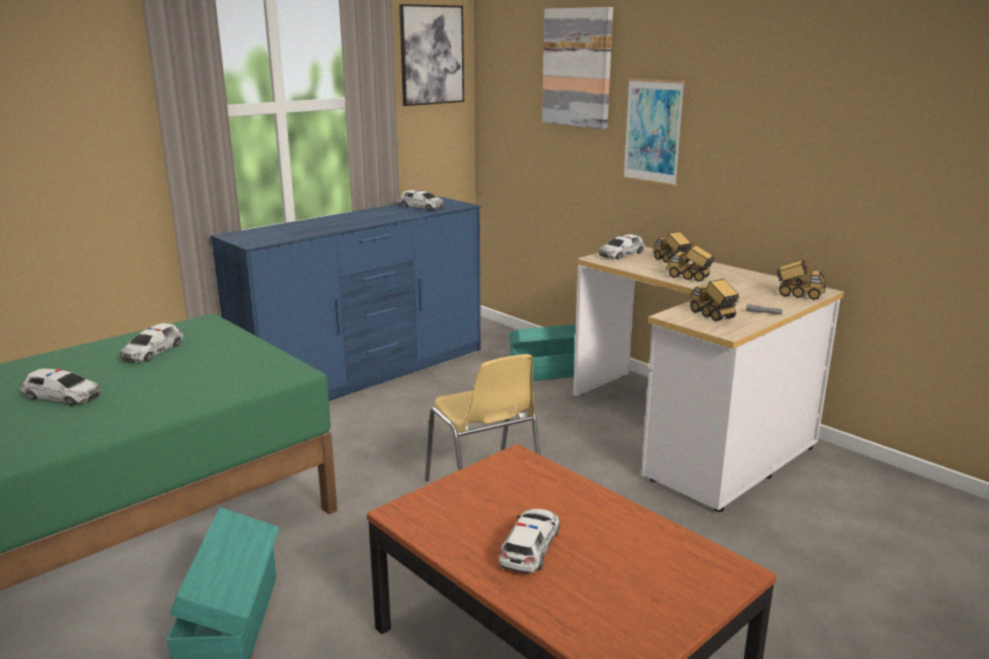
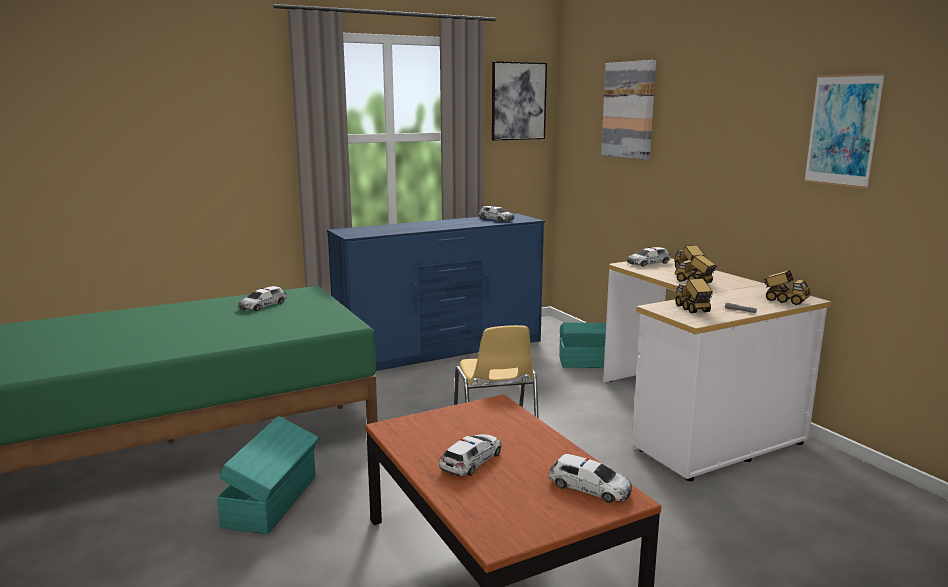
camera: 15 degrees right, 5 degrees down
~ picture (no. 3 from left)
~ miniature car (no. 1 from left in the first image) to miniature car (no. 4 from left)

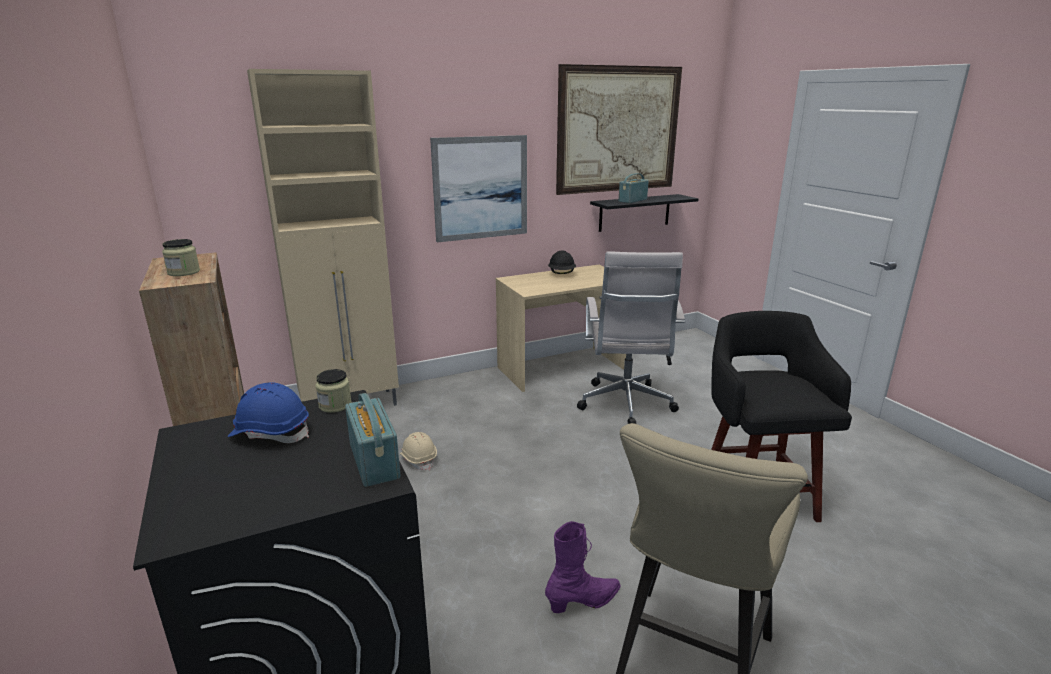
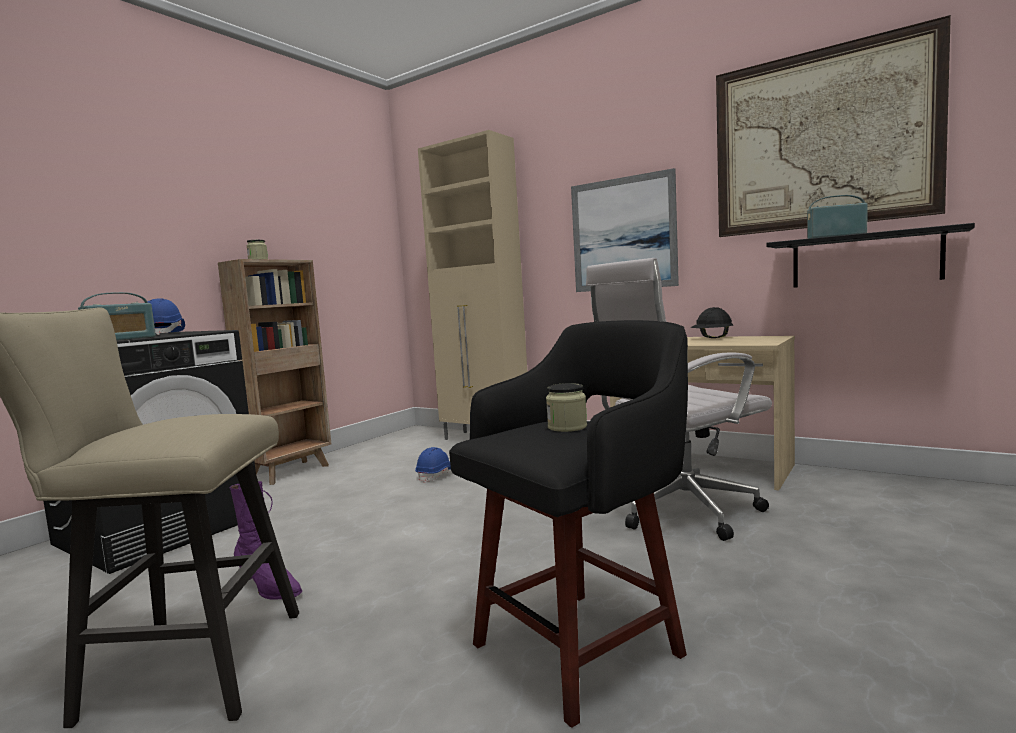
camera: 60 degrees right, 15 degrees down
~ preserve jar (no. 2 from left)
~ beige hard hat to blue-coloured hard hat (no. 2 from left)

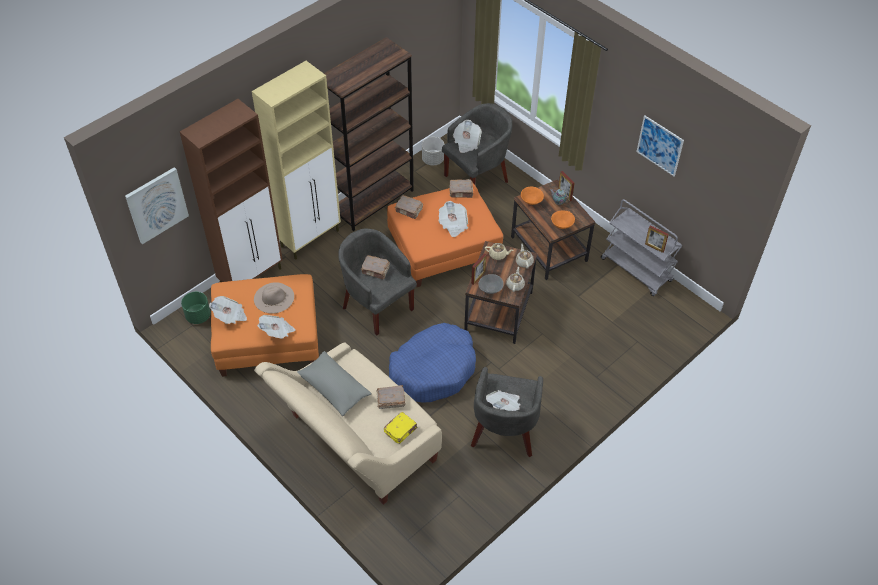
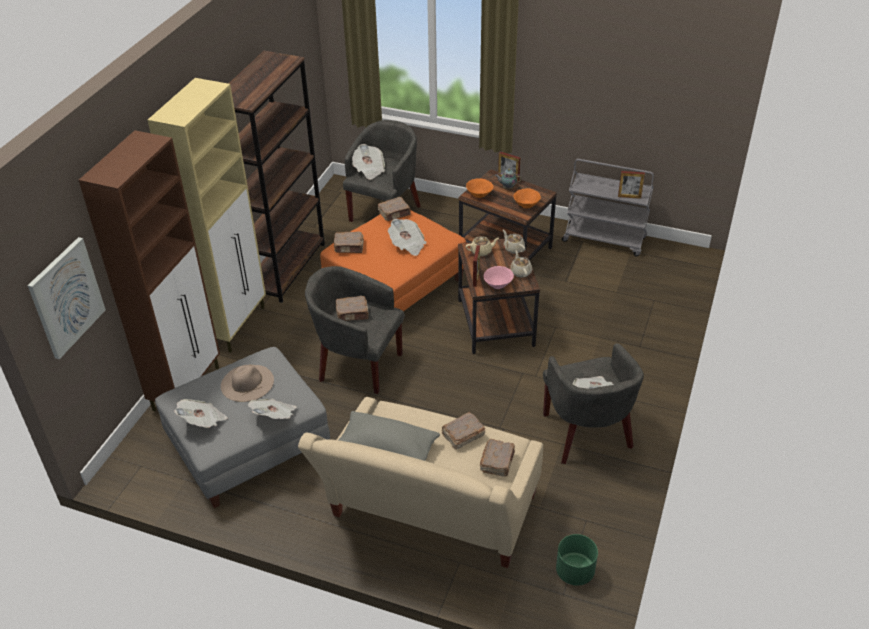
camera: 25 degrees left, 10 degrees down
- picture (no. 2 from left)
- grey flower pot
~ orange footrest (no. 1 from left) to grey footrest
~ grey deep dish to pinkish deep dish
~ greenish flower pot
- blue-coloured pet bed
~ yellow volume to brownish volume (no. 5 from left)

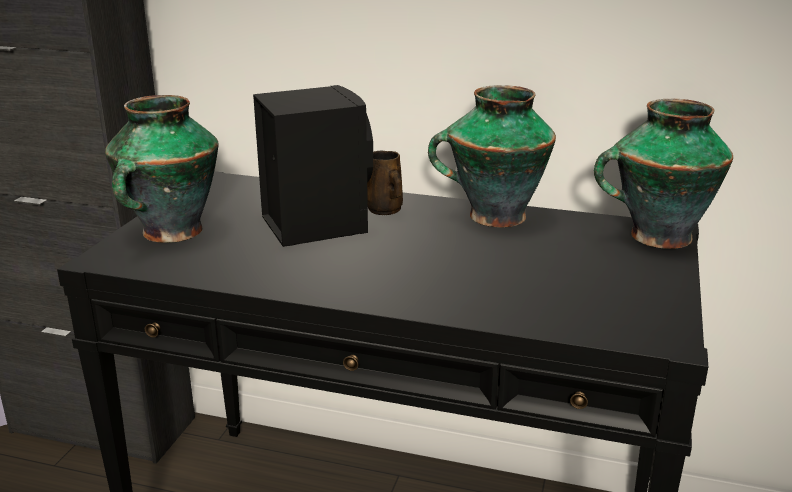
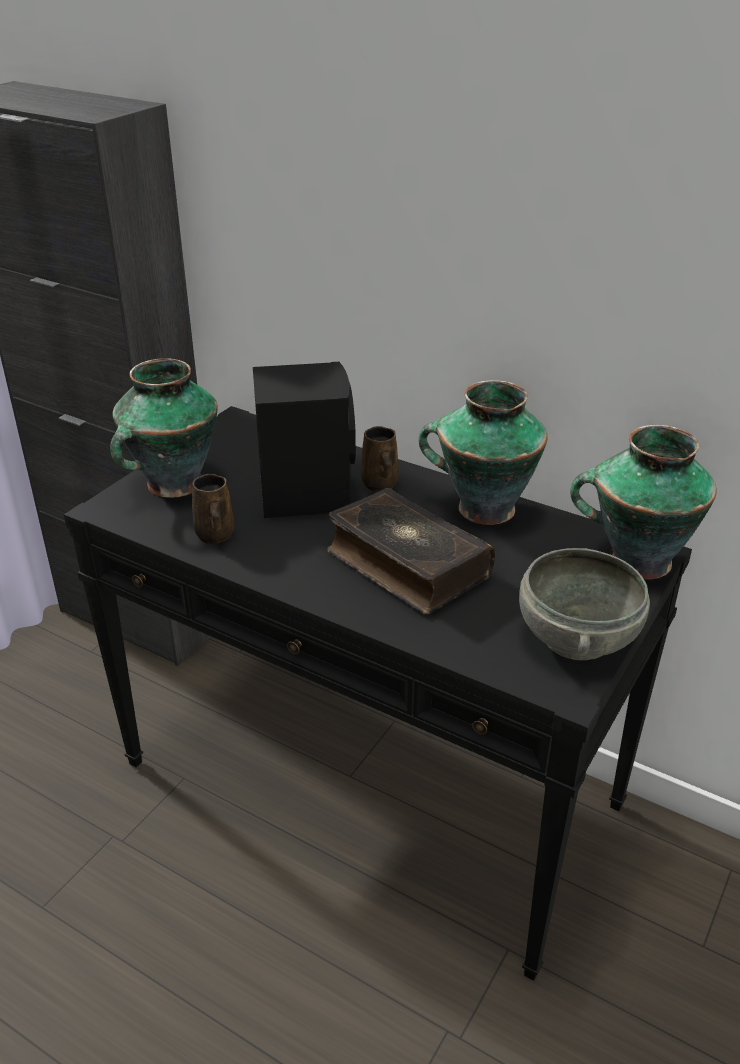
camera: 15 degrees right, 10 degrees up
+ brownish tea mug (no. 1 from left)
+ volume
+ grey deep dish

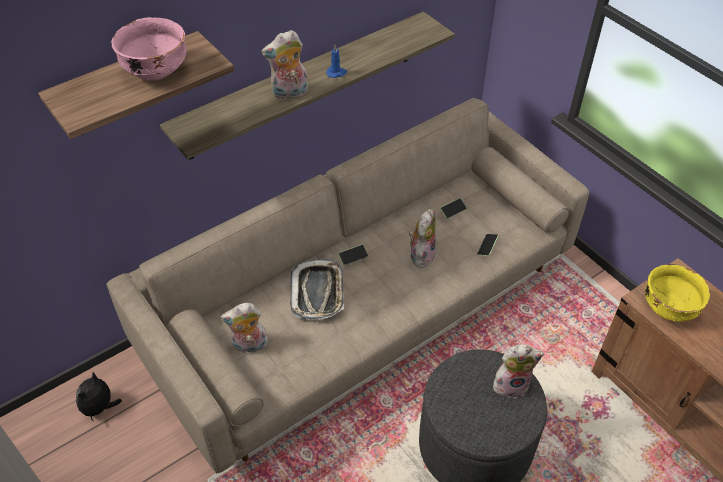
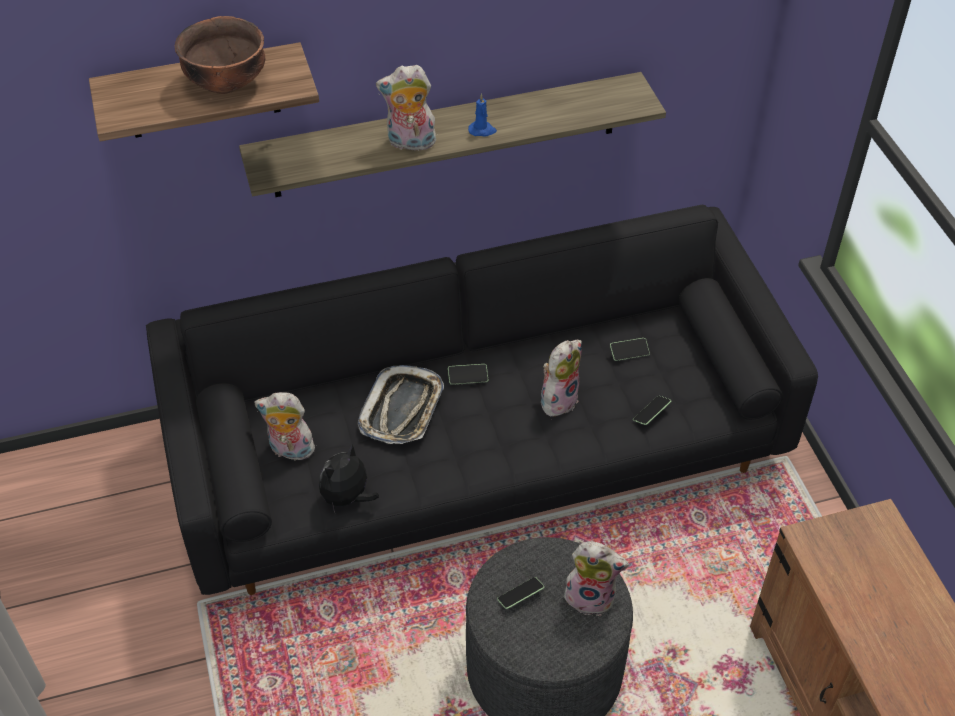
camera: 20 degrees right, 0 degrees up
~ pinkish deep dish to brownish deep dish
~ beige sofa to blackish sofa
- yellow deep dish
~ soft toy (no. 1 from left in the first image) to soft toy (no. 2 from left)
+ handset (no. 2 from left)

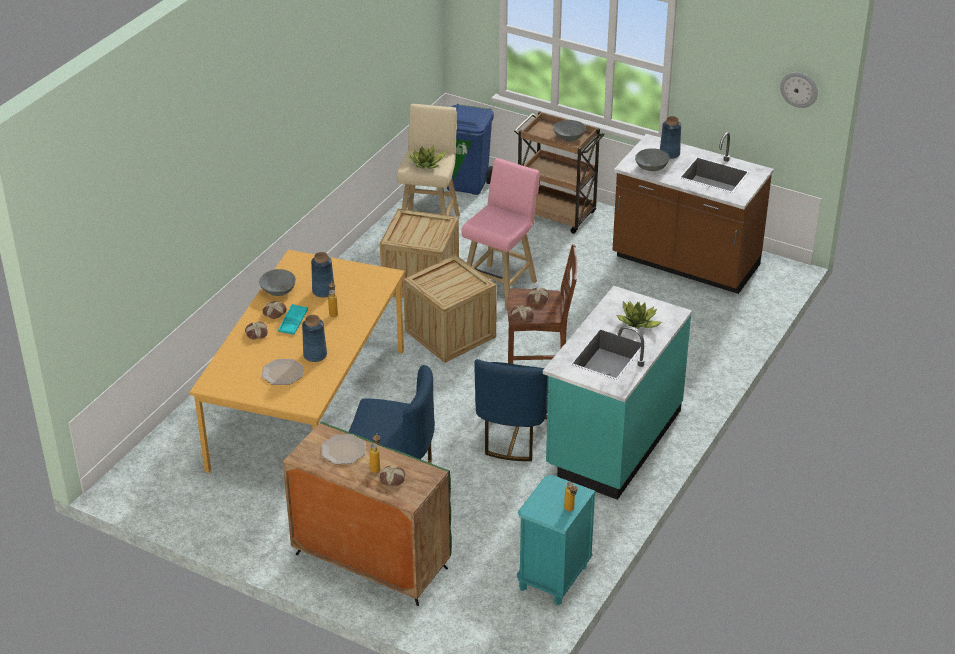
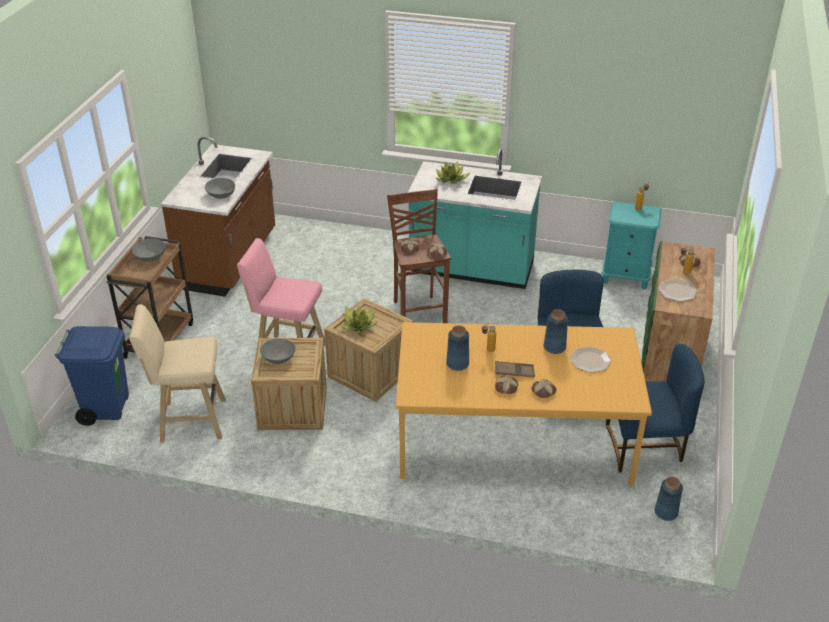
camera: 105 degrees left, 0 degrees up
- hanging clock
~ blue-coloured decorative vase (no. 3 from left)
~ houseplant (no. 1 from left)
~ grey deep dish (no. 1 from left in the first image) to grey deep dish (no. 3 from left)
~ turquoise tray to brownish tray
~ blue-coloured chair (no. 2 from left)

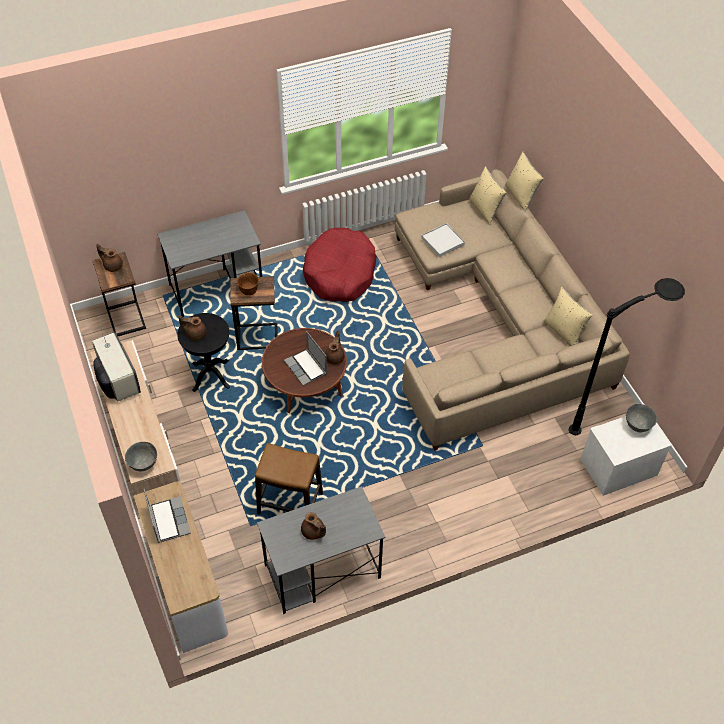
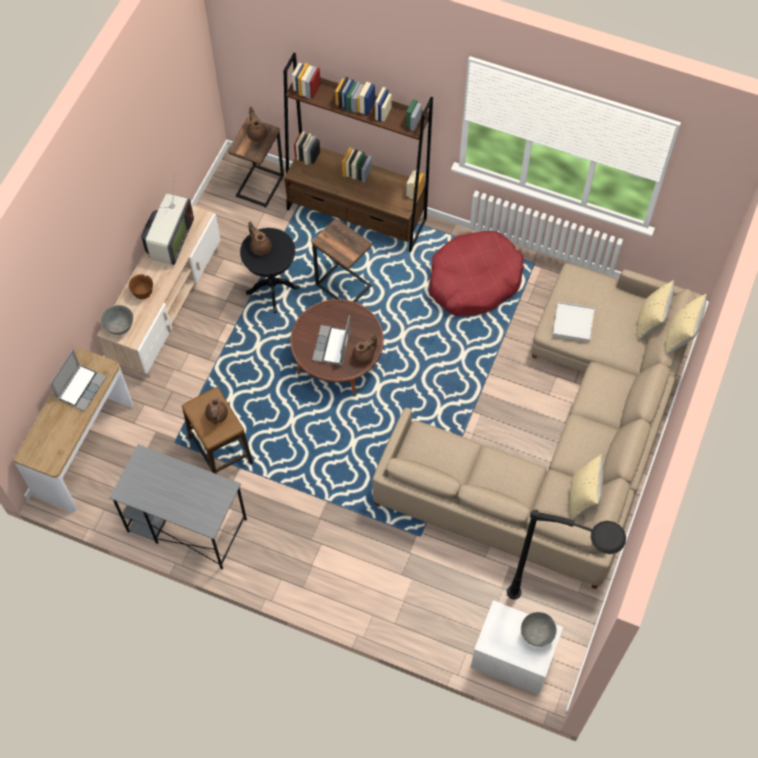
camera: 45 degrees right, 10 degrees up
~ grey desk unit (no. 1 from left) to brownish shelving unit
~ brownish deep dish
~ brownish teapot (no. 3 from left in the first image) to brownish teapot (no. 1 from left)

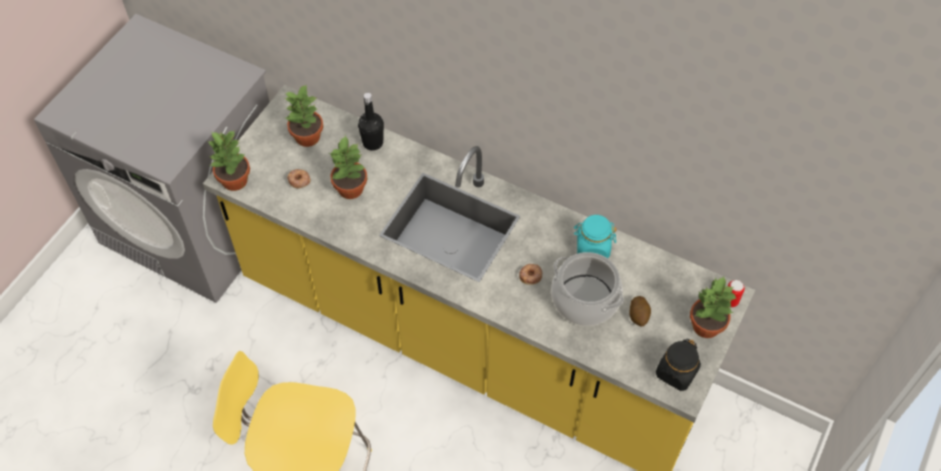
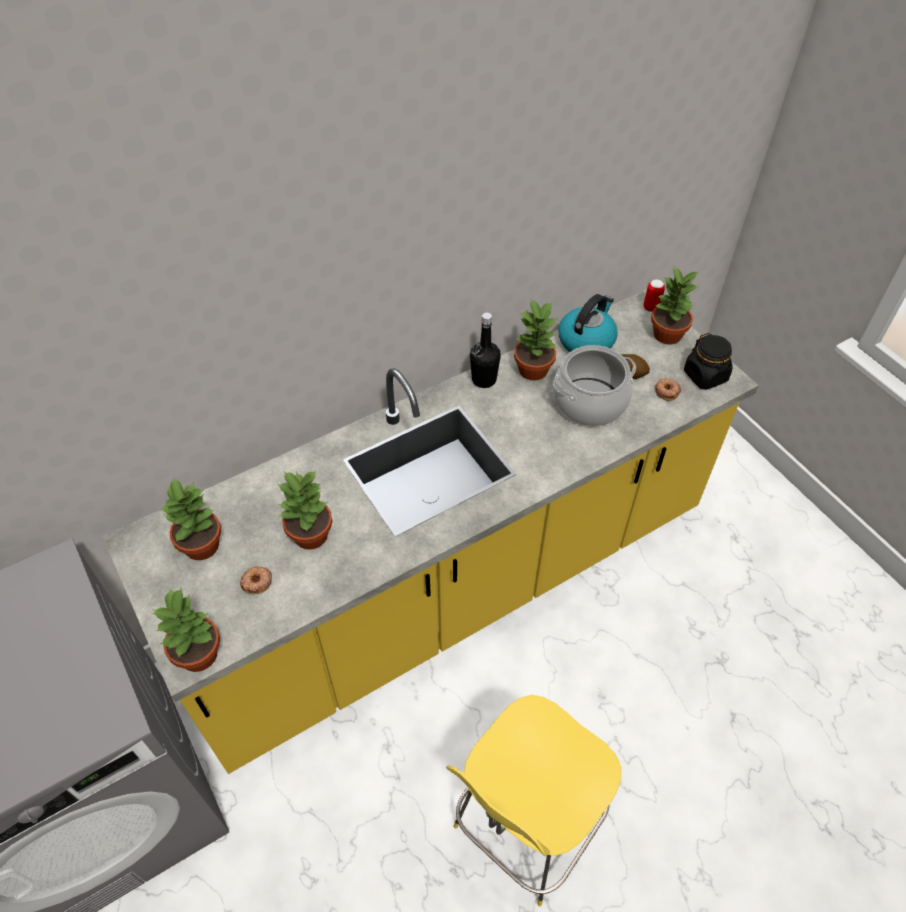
camera: 60 degrees left, 5 degrees down
~ blackish beverage bottle
~ turquoise preserve jar to houseplant (no. 4 from left)
~ doughnut (no. 2 from left)
+ tea kettle

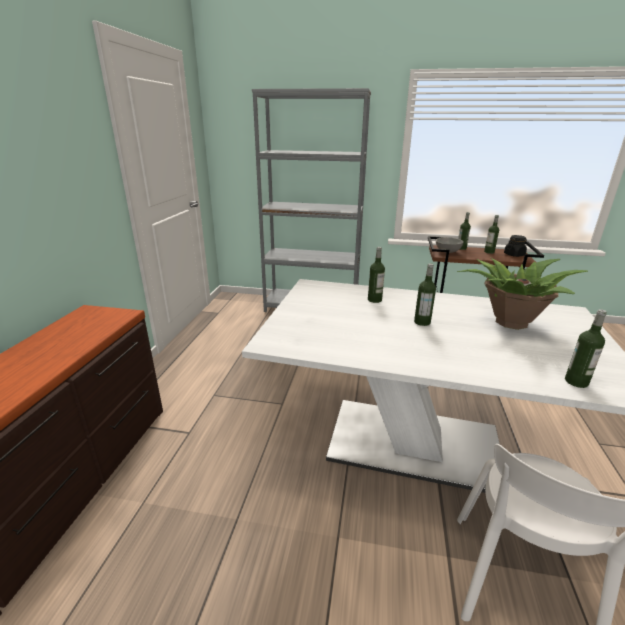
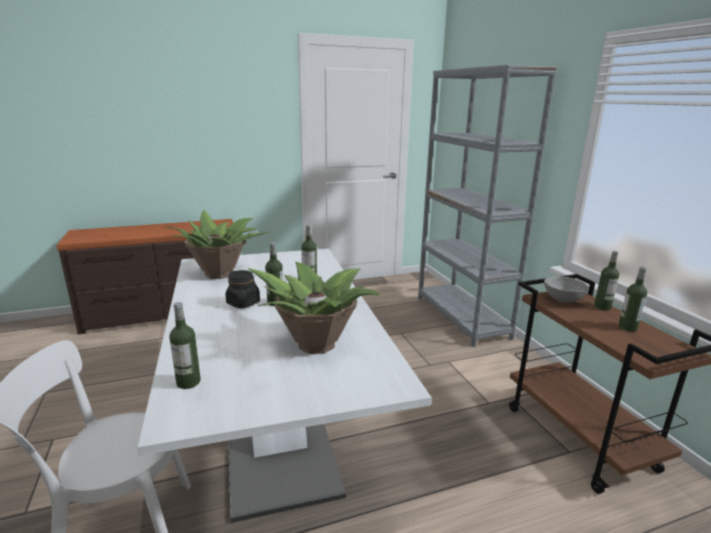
camera: 60 degrees right, 5 degrees down
~ blackish preserve jar
+ houseplant (no. 1 from left)

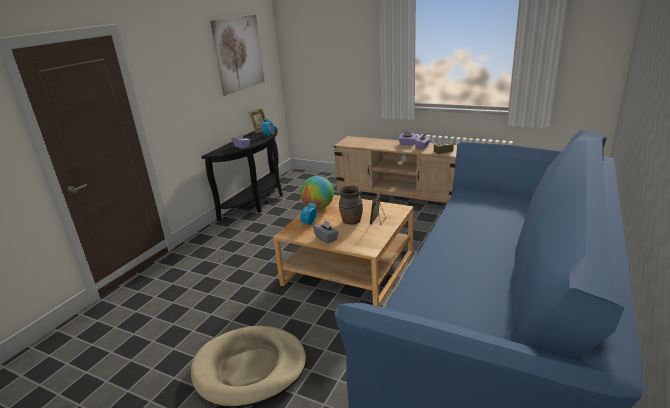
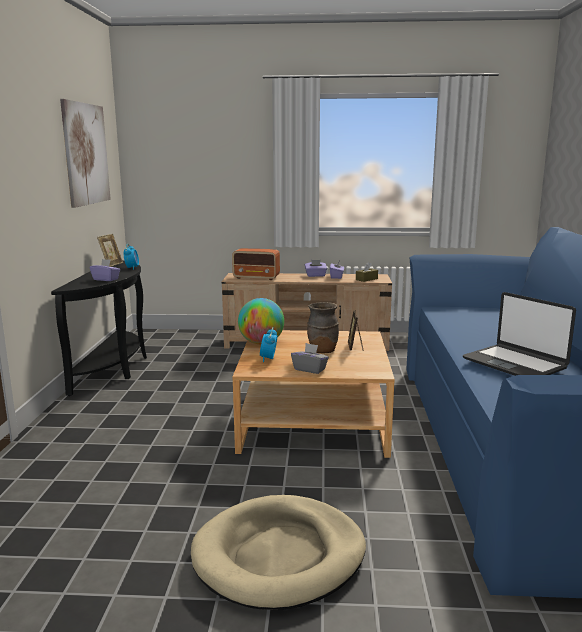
camera: 25 degrees left, 10 degrees down
+ radio receiver
+ laptop

